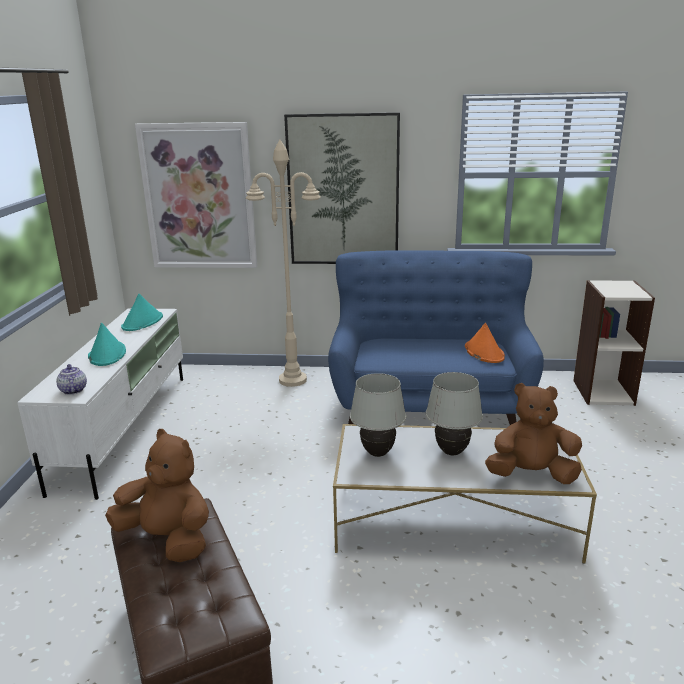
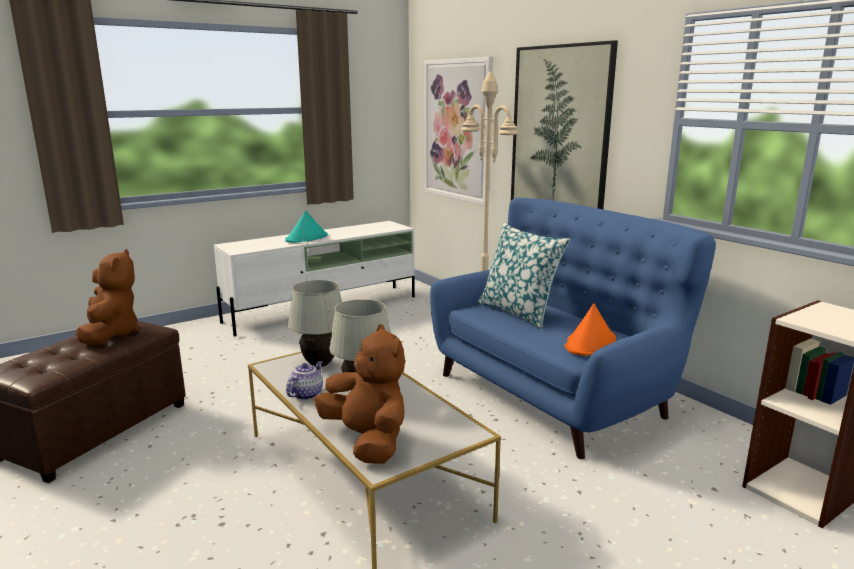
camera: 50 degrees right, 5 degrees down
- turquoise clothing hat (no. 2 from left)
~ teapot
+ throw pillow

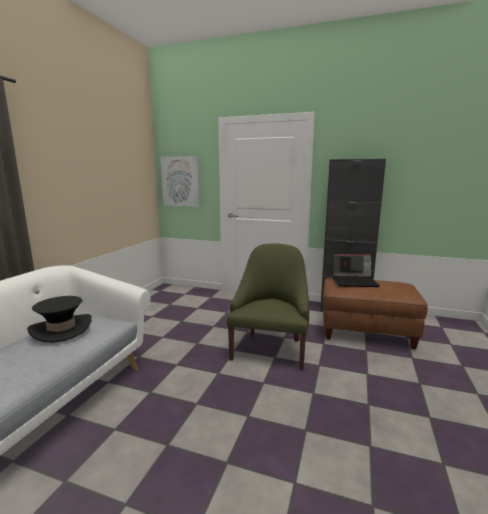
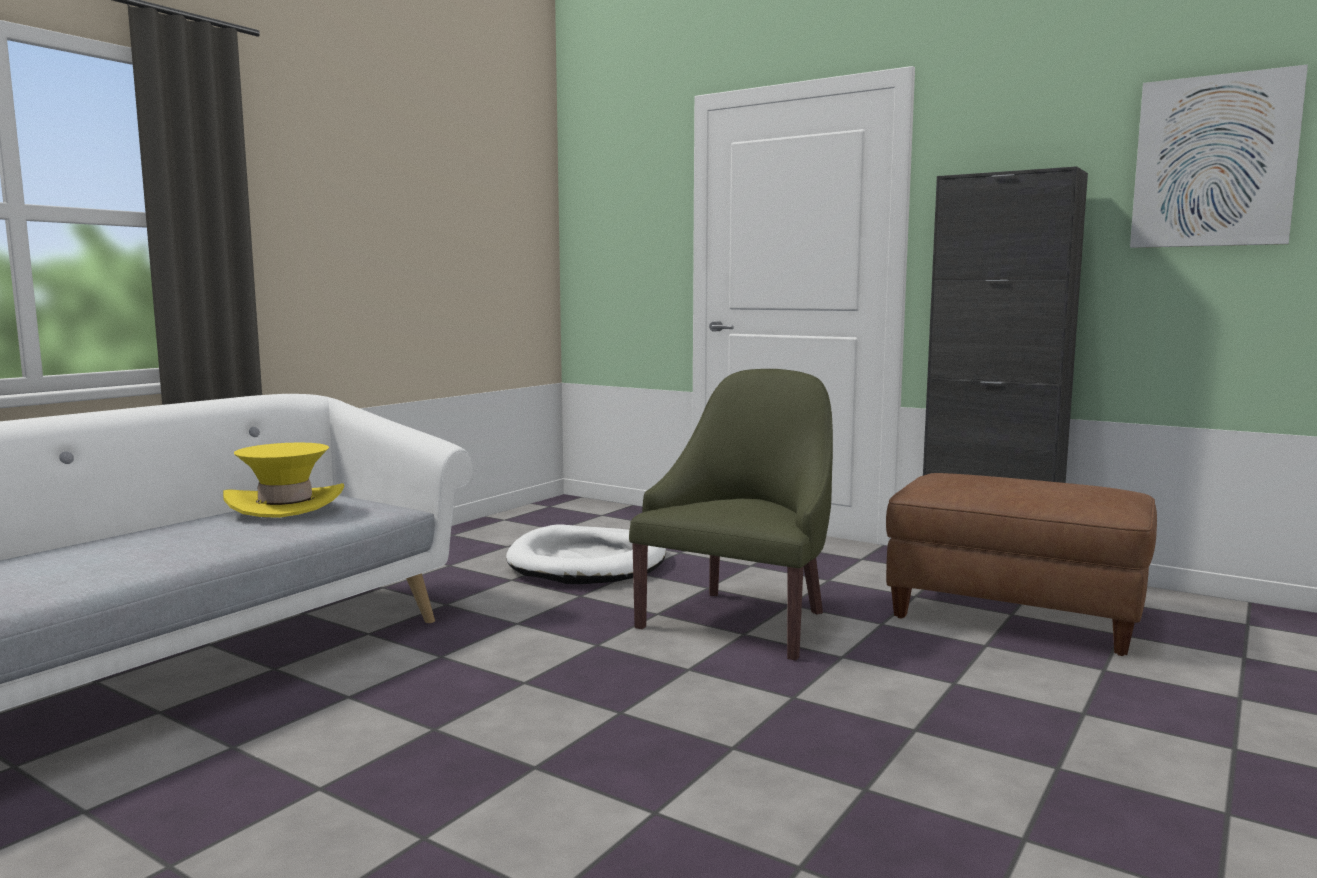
camera: 15 degrees right, 5 degrees down
~ picture
- laptop
~ blackish clothing hat to yellow clothing hat
+ white-coloured pet bed

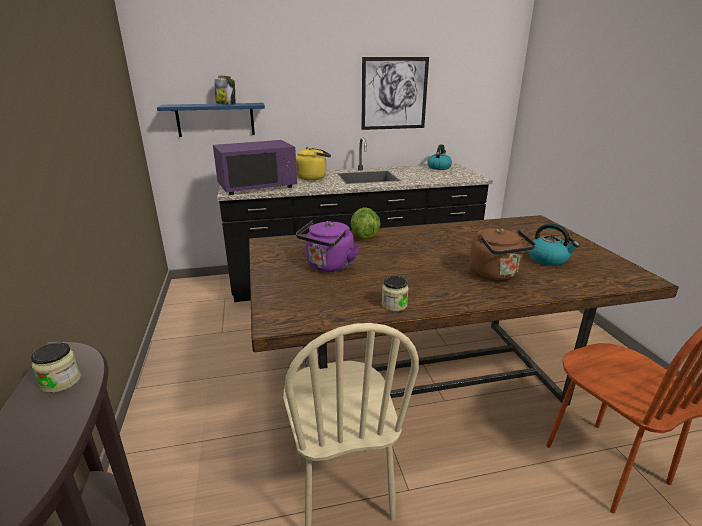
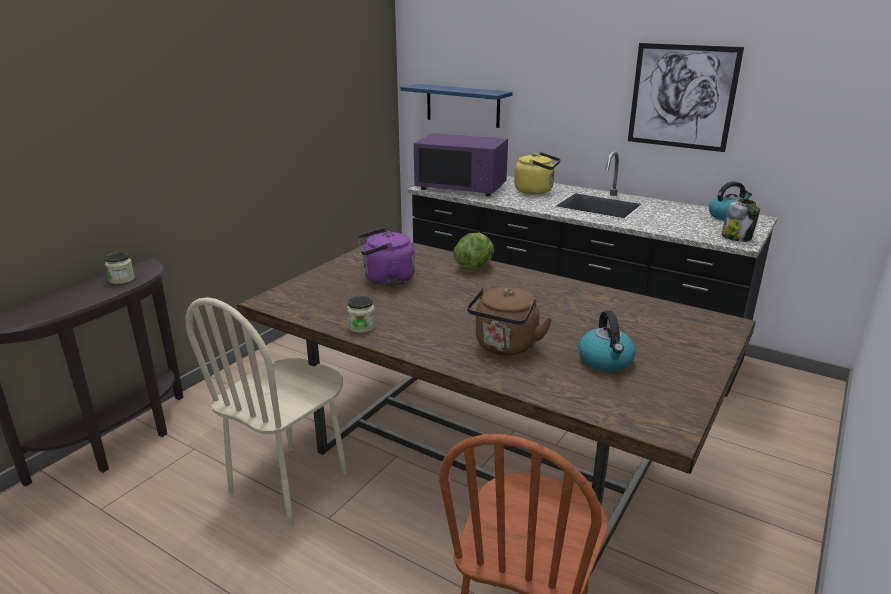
camera: 45 degrees right, 0 degrees up
~ preserve jar (no. 2 from left in the first image) to preserve jar (no. 3 from left)

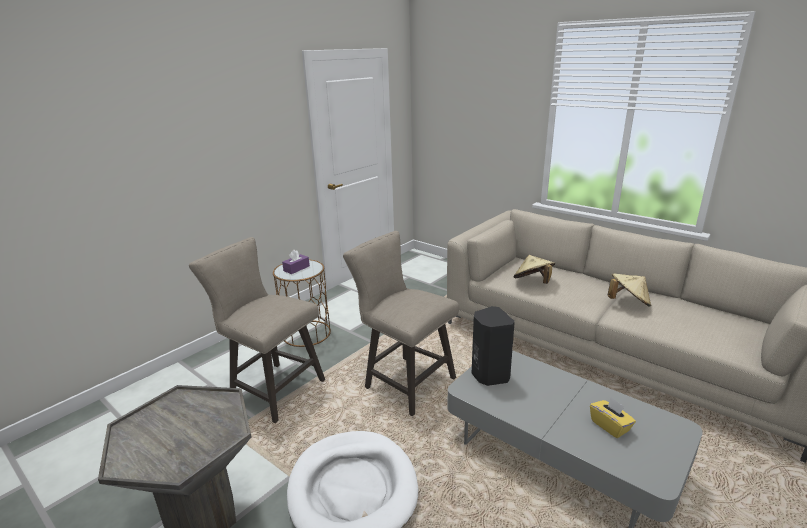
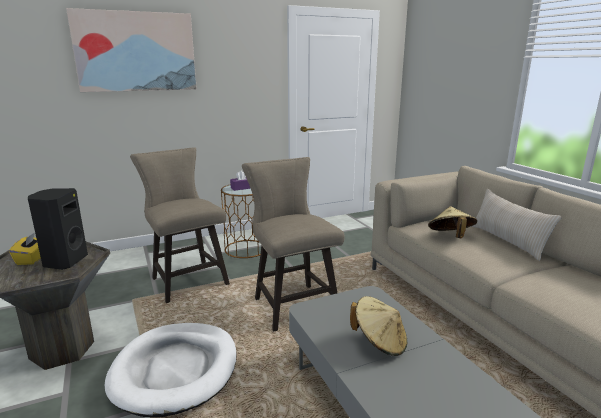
camera: 25 degrees right, 5 degrees down
~ beige clothing hat (no. 2 from left in the first image) to beige clothing hat (no. 1 from left)
~ blackish loudspeaker
~ yellow tissue holder
+ picture
+ beige throw pillow

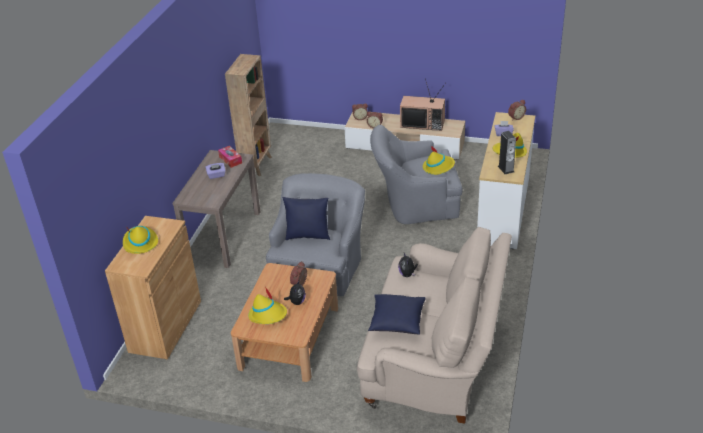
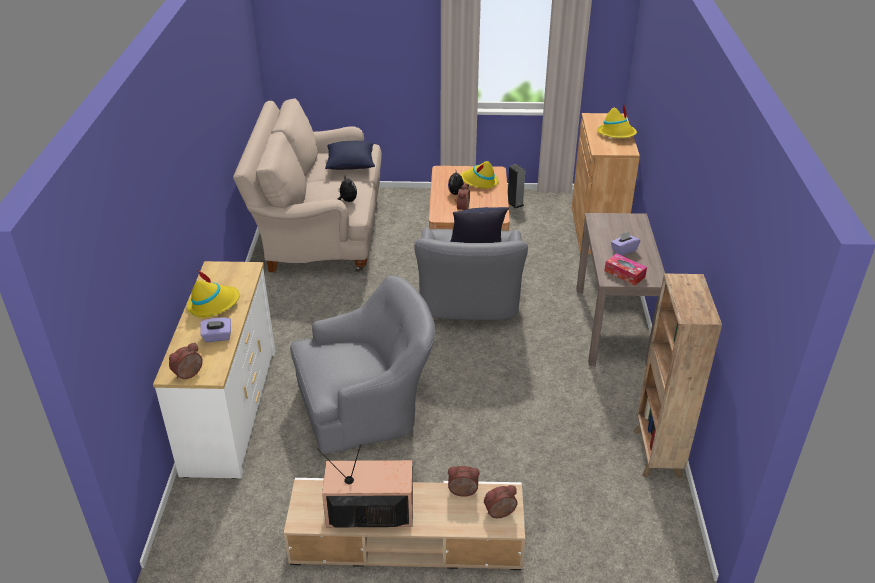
camera: 165 degrees right, 0 degrees up
~ loudspeaker
- yellow clothing hat (no. 3 from left)

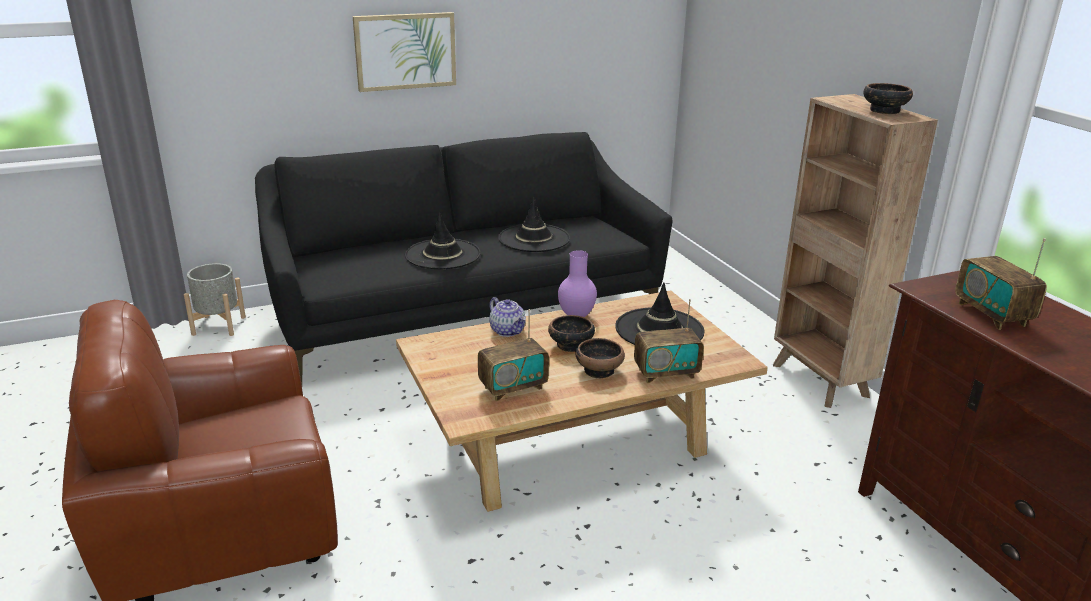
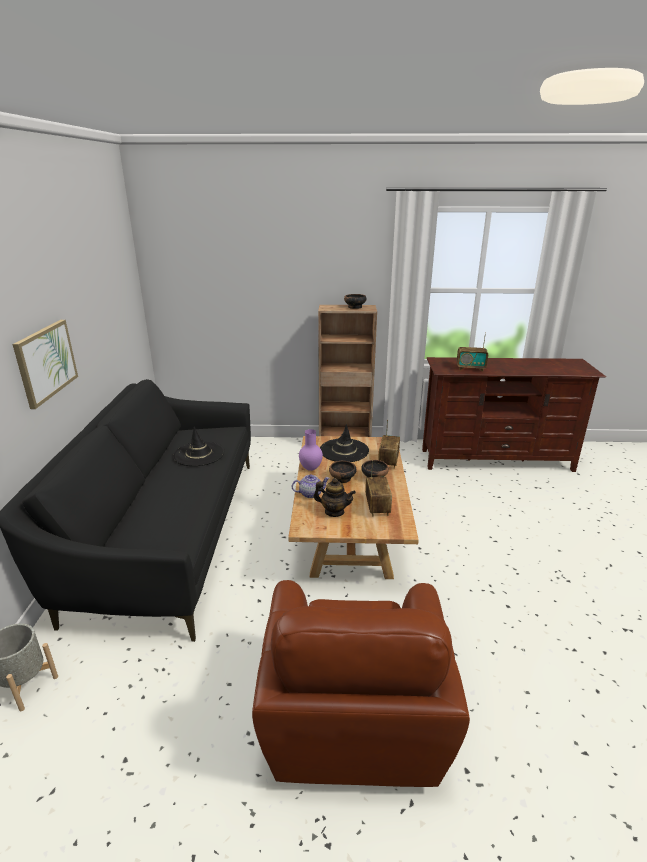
camera: 65 degrees left, 0 degrees up
- blackish clothing hat (no. 1 from left)
+ teapot (no. 2 from left)

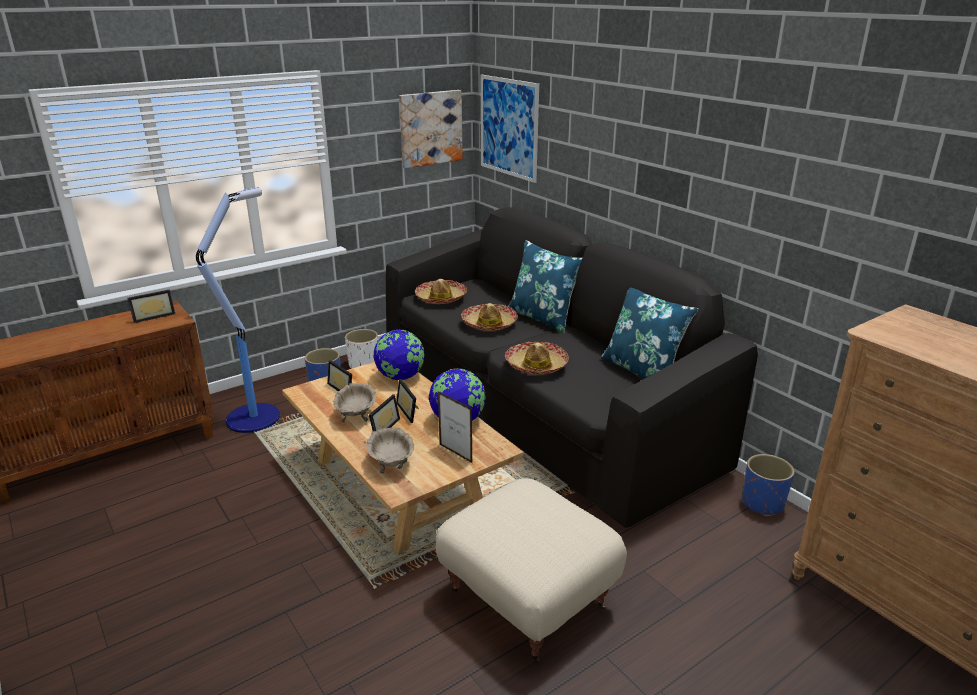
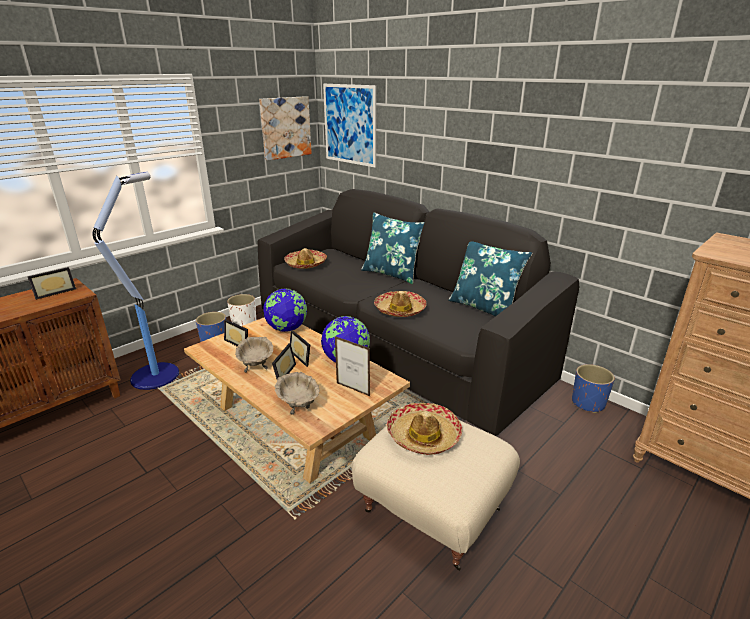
camera: 10 degrees left, 0 degrees up
~ clothing hat (no. 2 from left in the first image) to clothing hat (no. 3 from left)

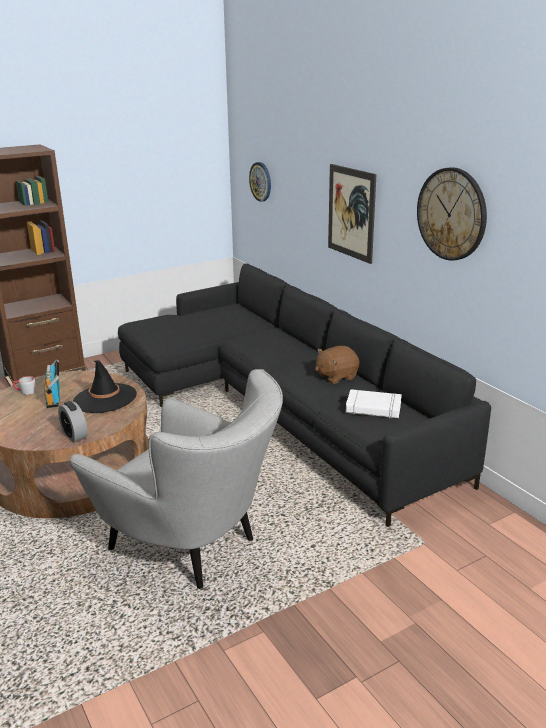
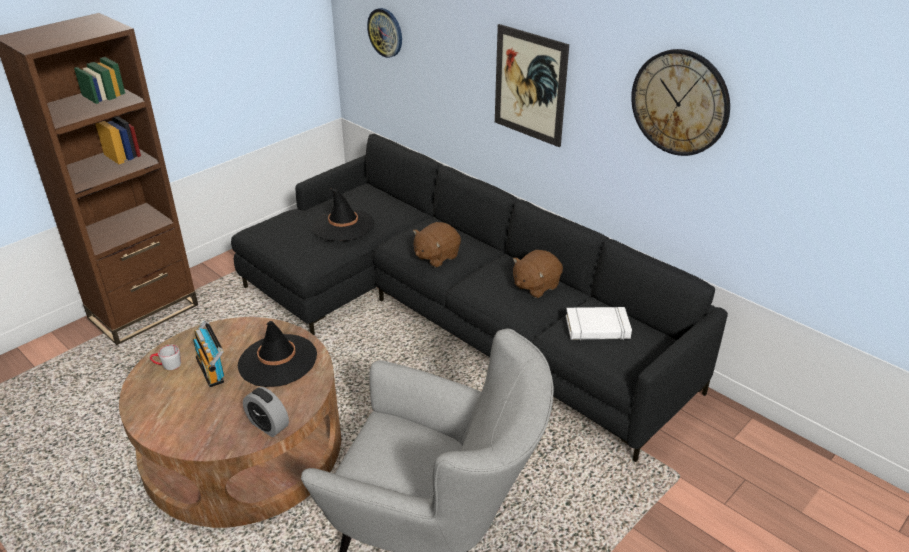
camera: 15 degrees left, 10 degrees up
+ blackish clothing hat (no. 2 from left)
+ brownish soft toy (no. 1 from left)

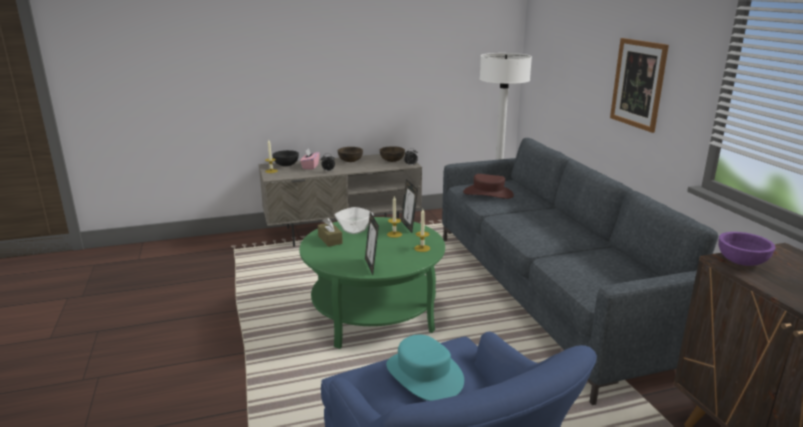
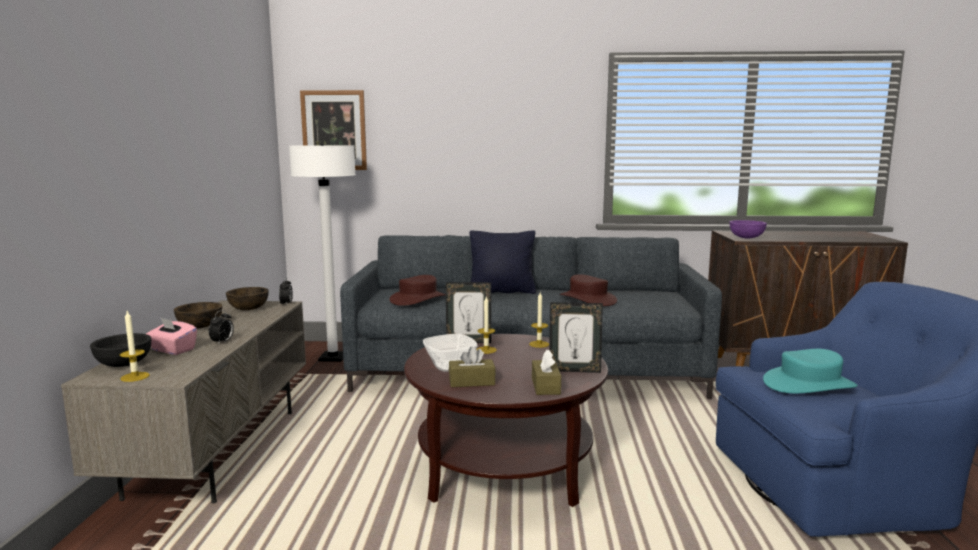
camera: 70 degrees left, 10 degrees down
~ picture
~ greenish coffee table to brownish coffee table
+ blackish throw pillow
+ brownish clothing hat (no. 2 from left)
+ brownish tissue holder (no. 2 from left)

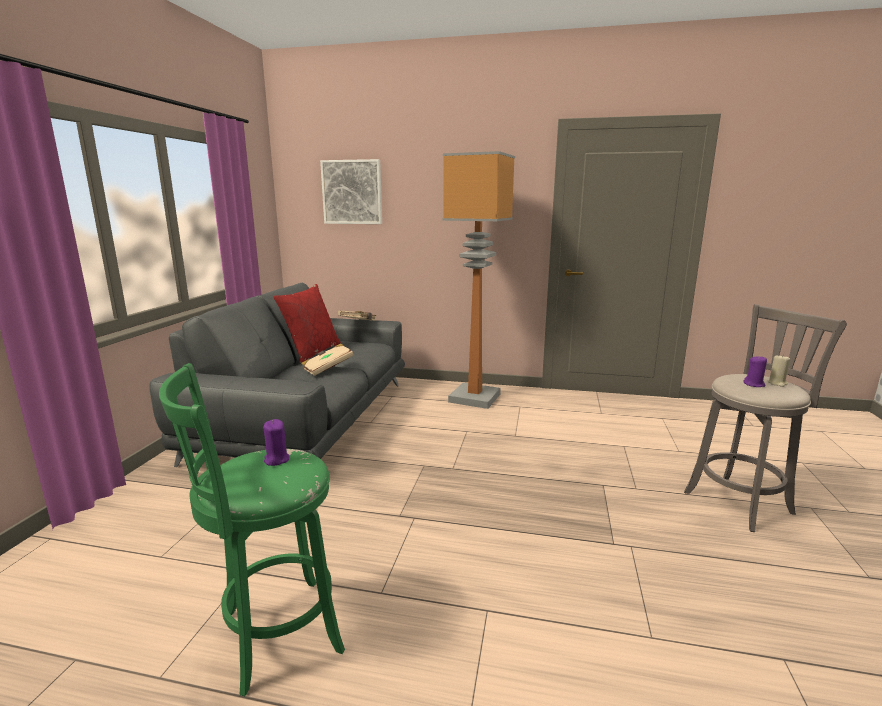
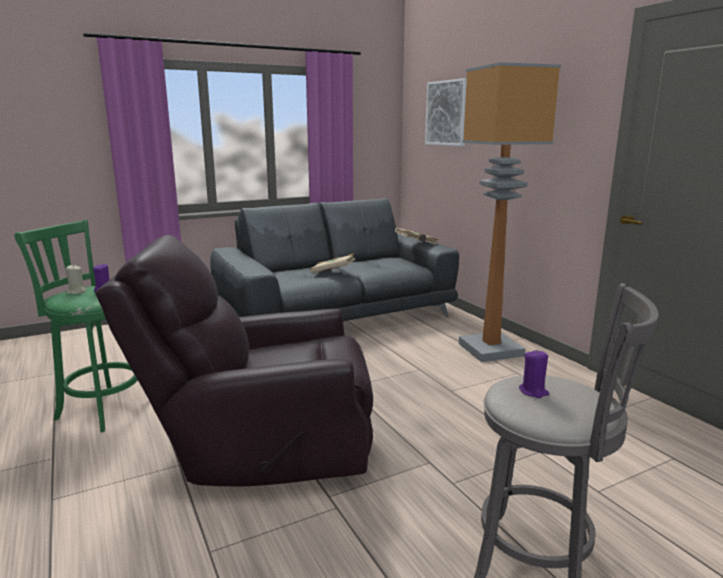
camera: 50 degrees right, 0 degrees up
- reddish throw pillow
~ beige wax light
+ brownish lounge chair

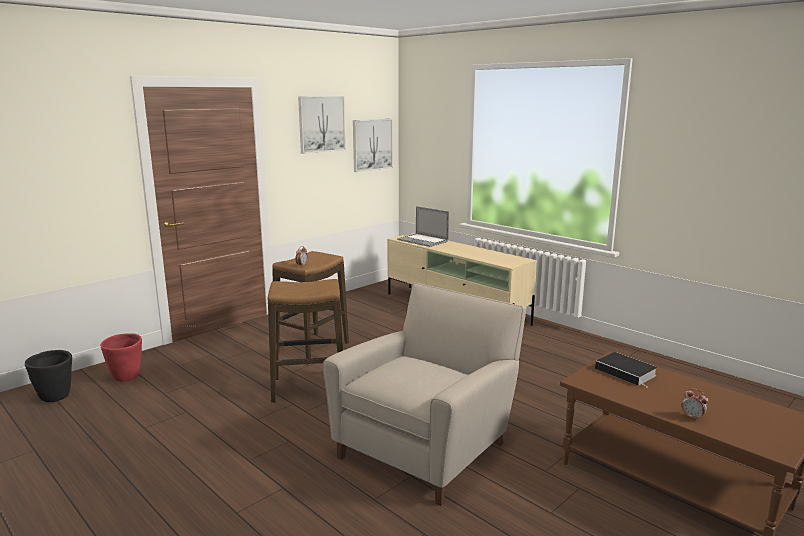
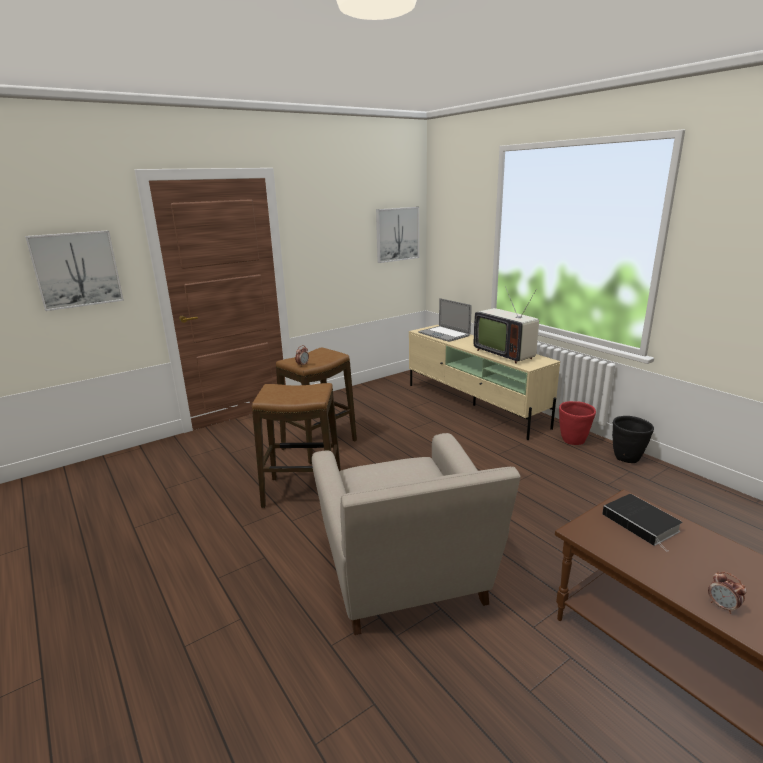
camera: 10 degrees right, 5 degrees up
~ picture (no. 1 from left)
~ beige lounge chair 120 degrees clockwise
~ reddish flower pot
~ blackish flower pot
+ TV

